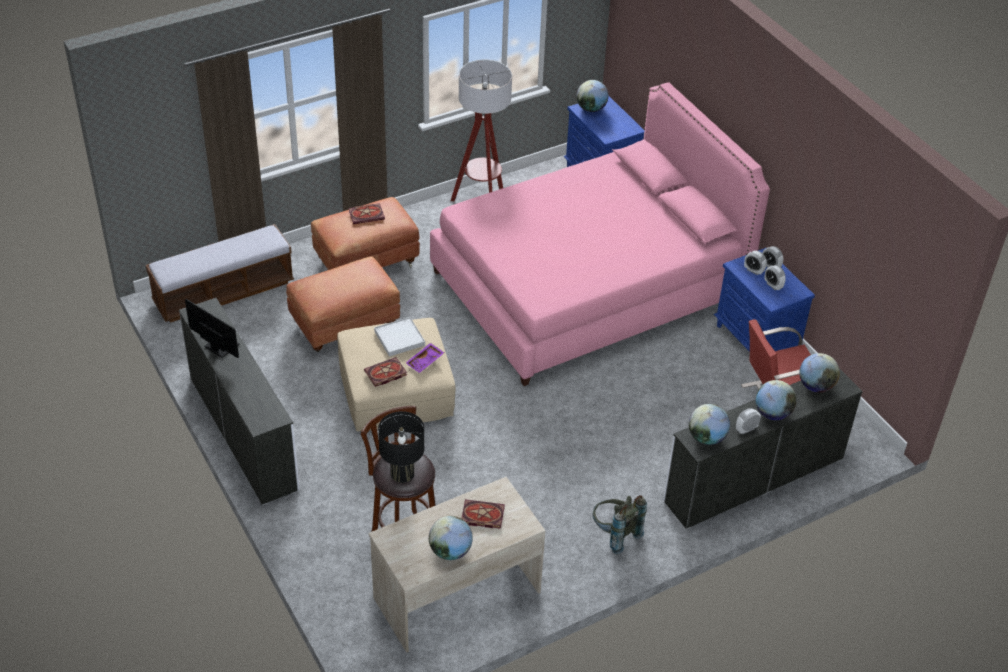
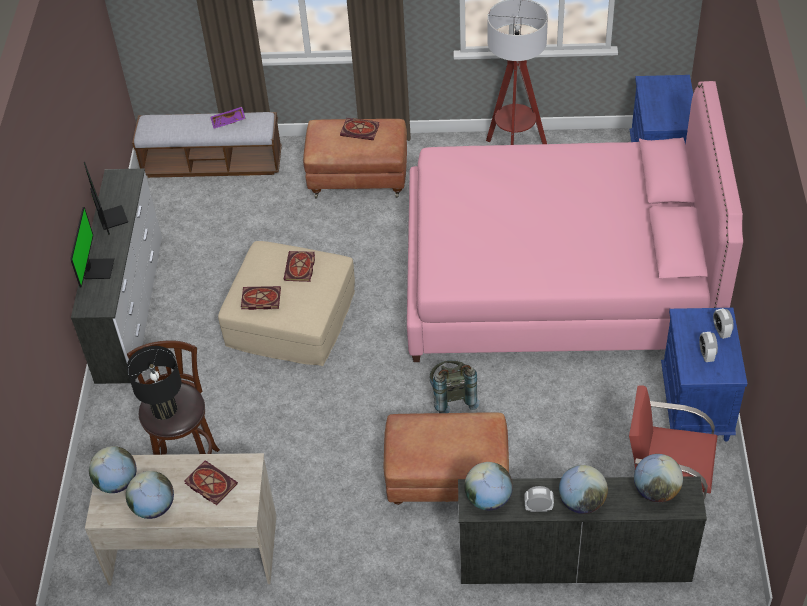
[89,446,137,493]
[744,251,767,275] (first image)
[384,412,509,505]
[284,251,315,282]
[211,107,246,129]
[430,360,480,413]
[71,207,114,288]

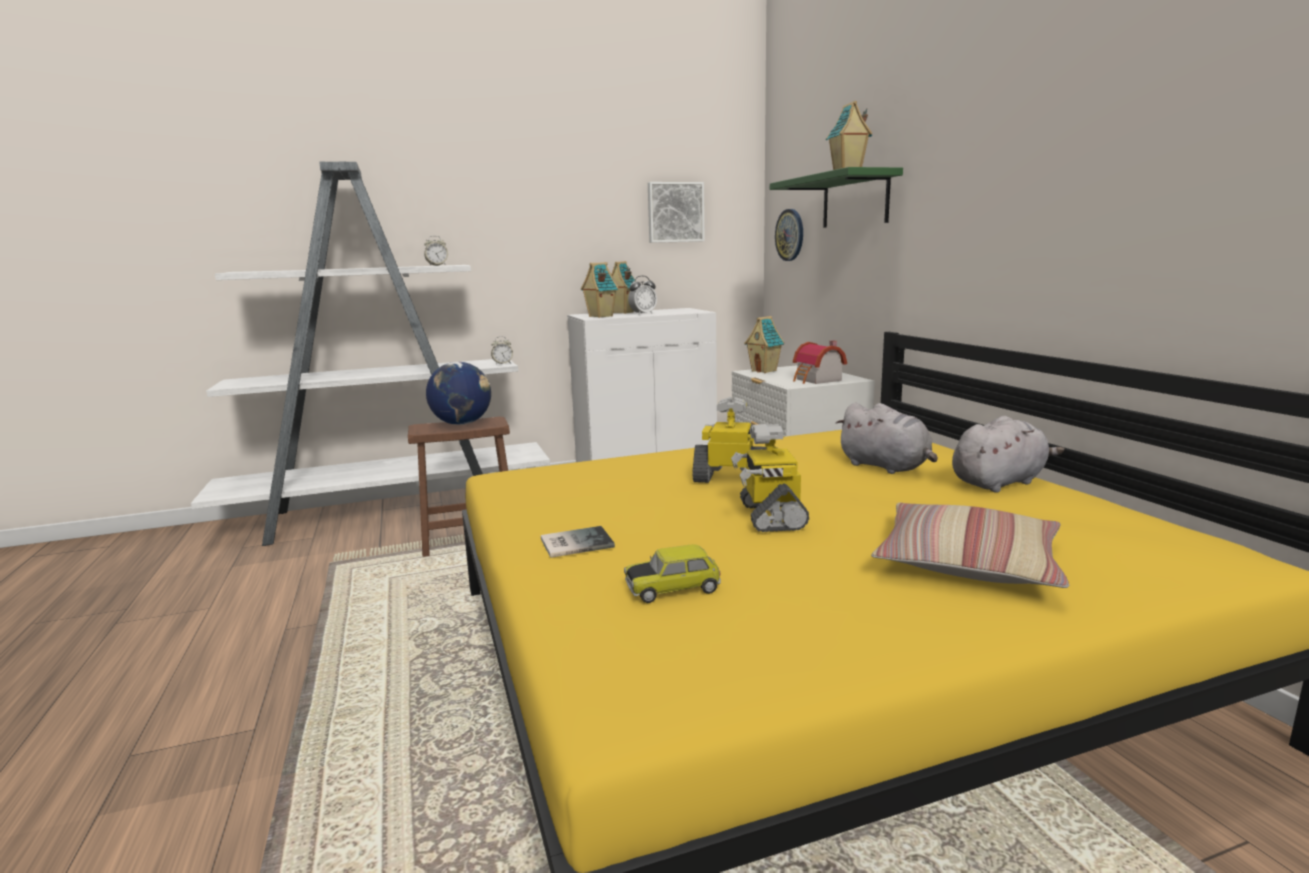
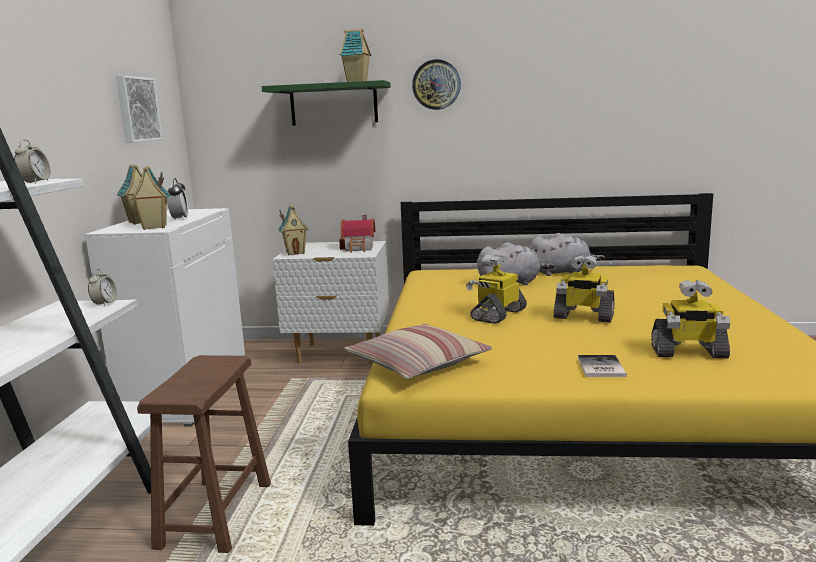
[412,59,461,110]
[426,362,491,425] (first image)
[529,233,605,276]
[344,324,492,379]
[651,280,730,358]

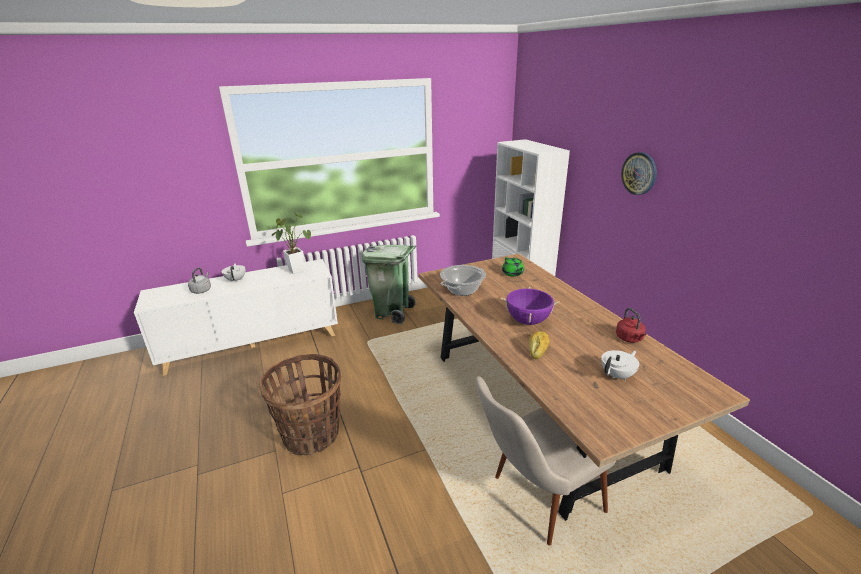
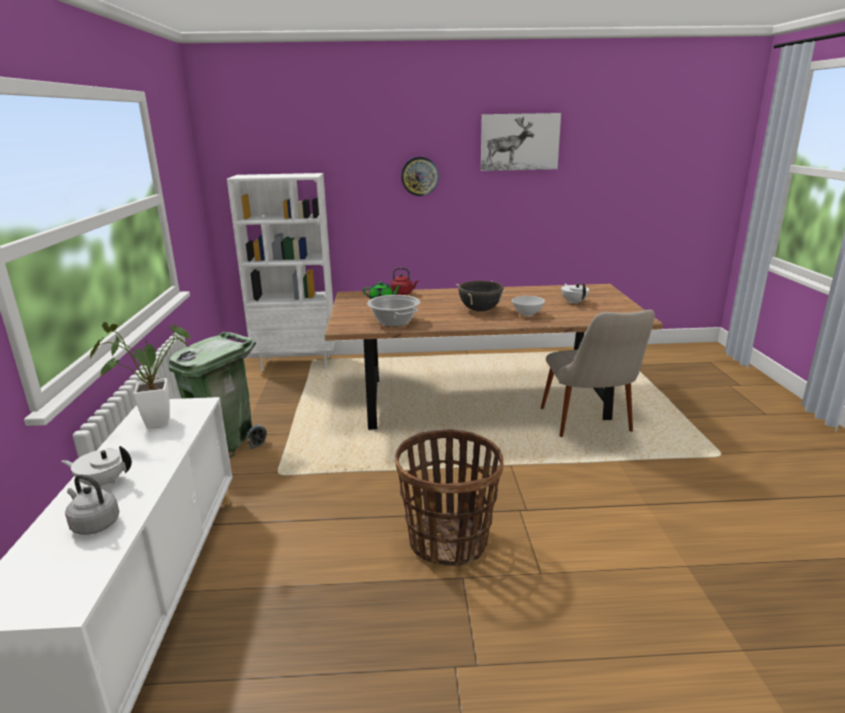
[456,281,507,312]
[391,268,419,295]
[512,296,545,316]
[481,113,561,171]

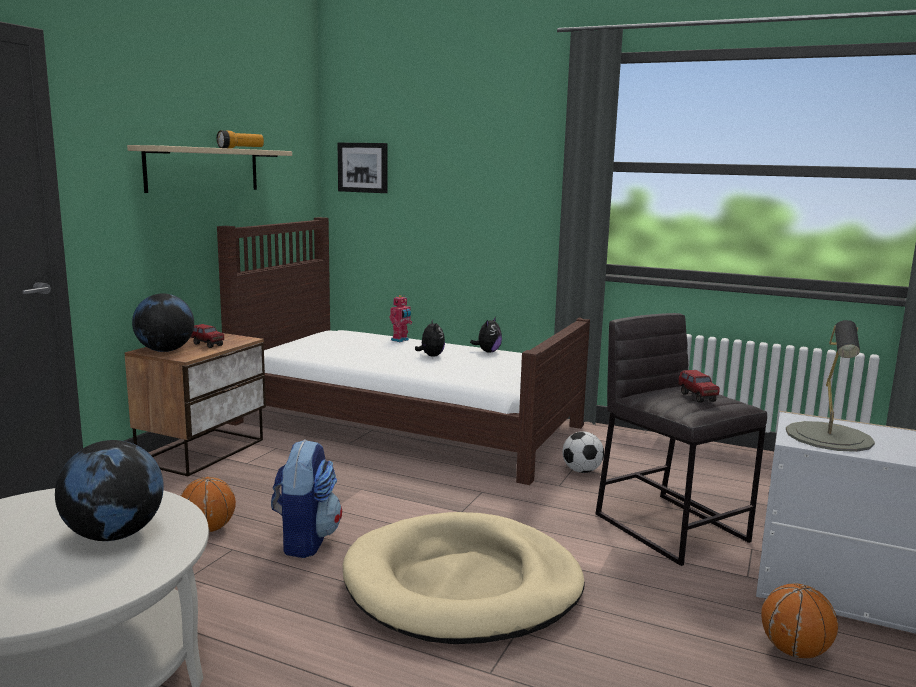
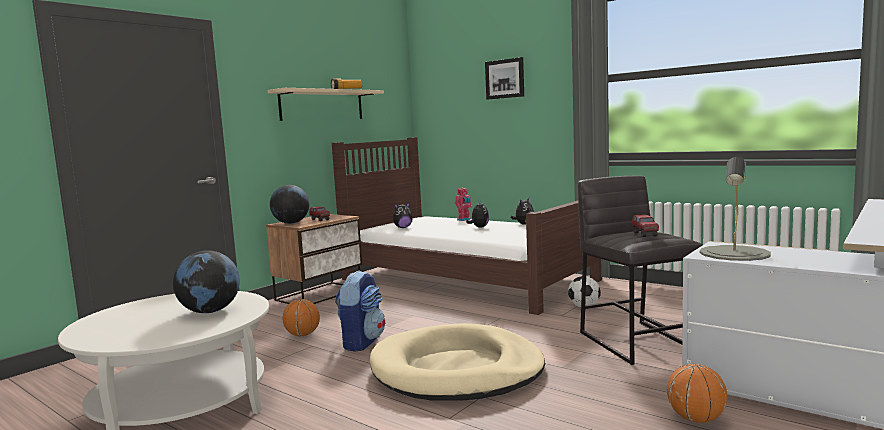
[485,57,524,100]
[393,203,413,228]

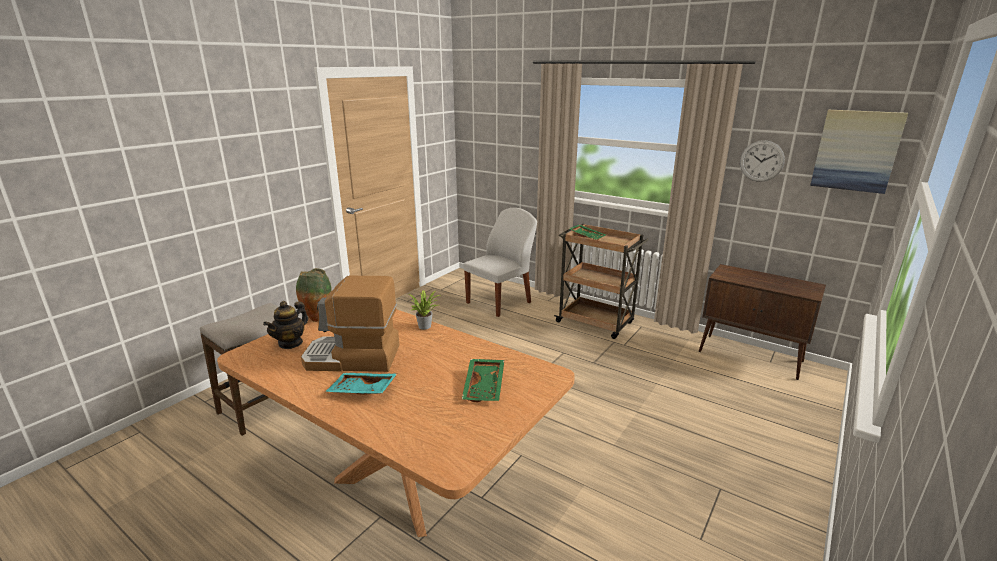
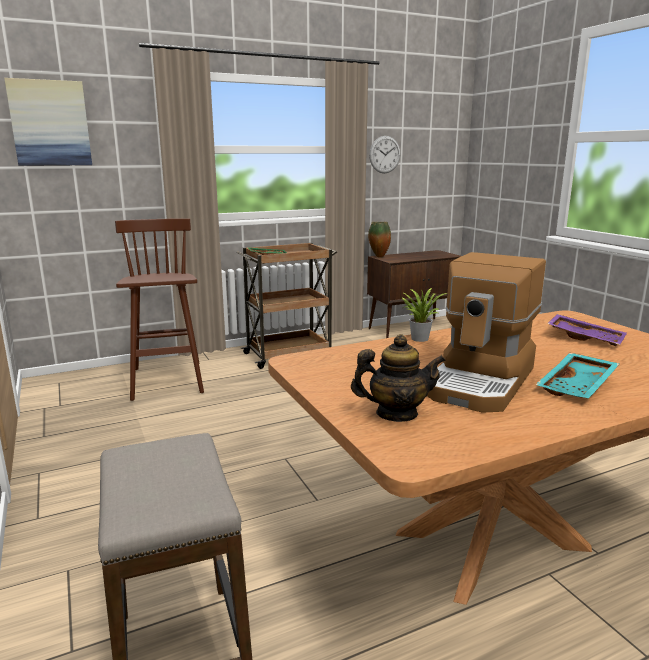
[4,78,92,166]
[115,218,204,401]
[368,222,391,258]
[351,334,446,422]
[547,314,627,346]

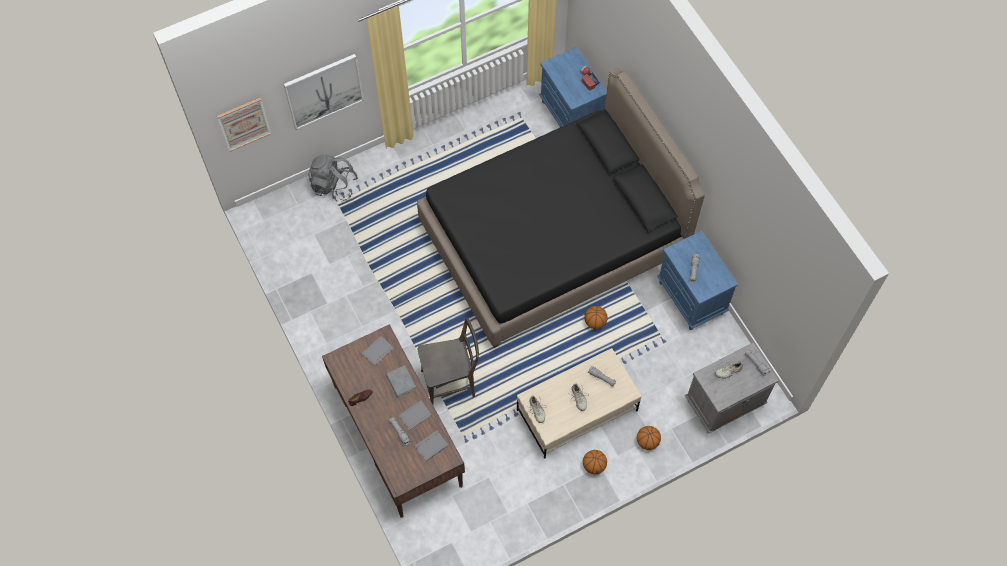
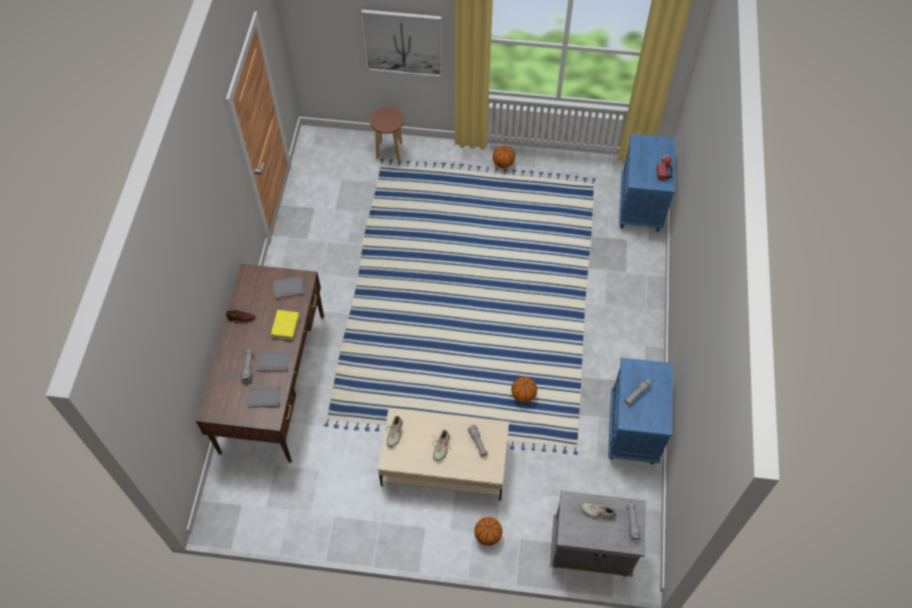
[417,68,705,348] (first image)
[217,98,271,152] (first image)
[370,107,404,160]
[417,318,479,404] (first image)
[270,310,300,340]
[493,146,515,168]

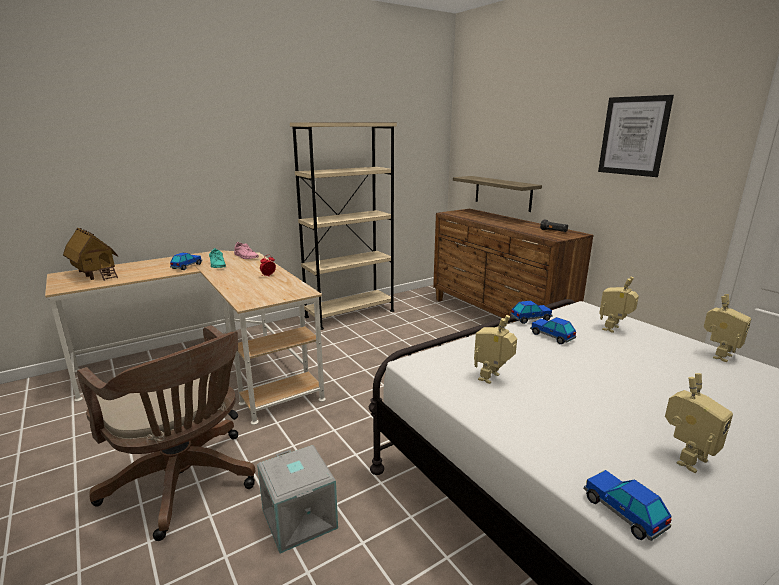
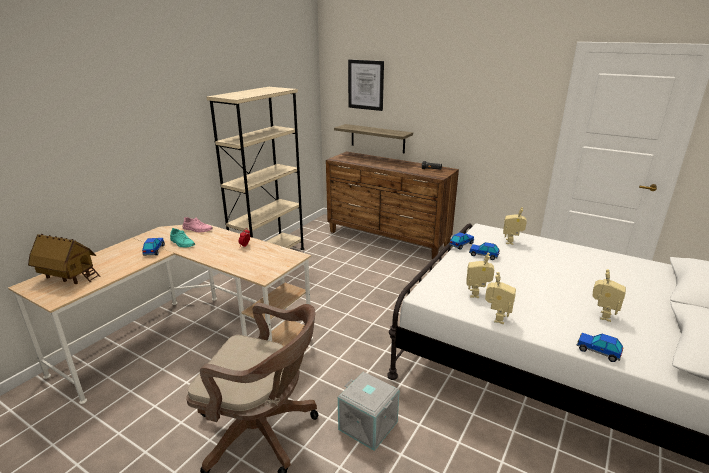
[348,60,384,111]
[485,272,516,324]

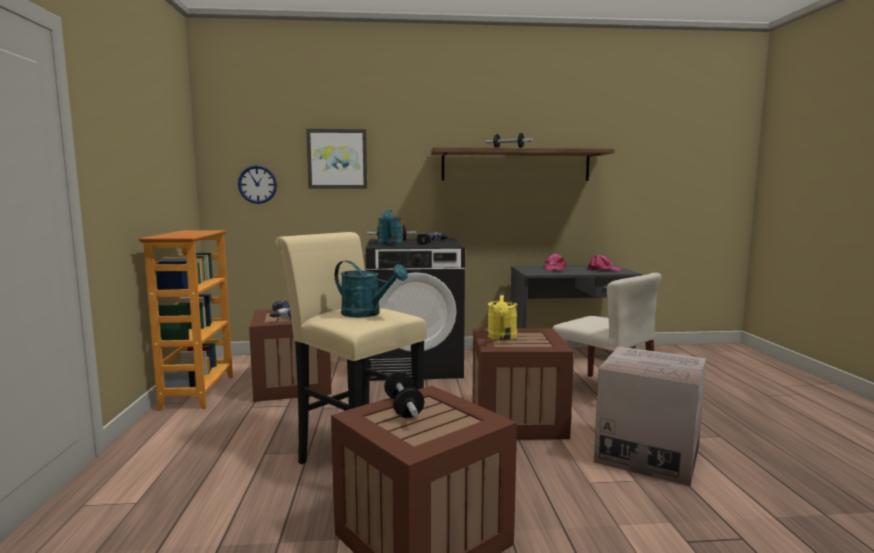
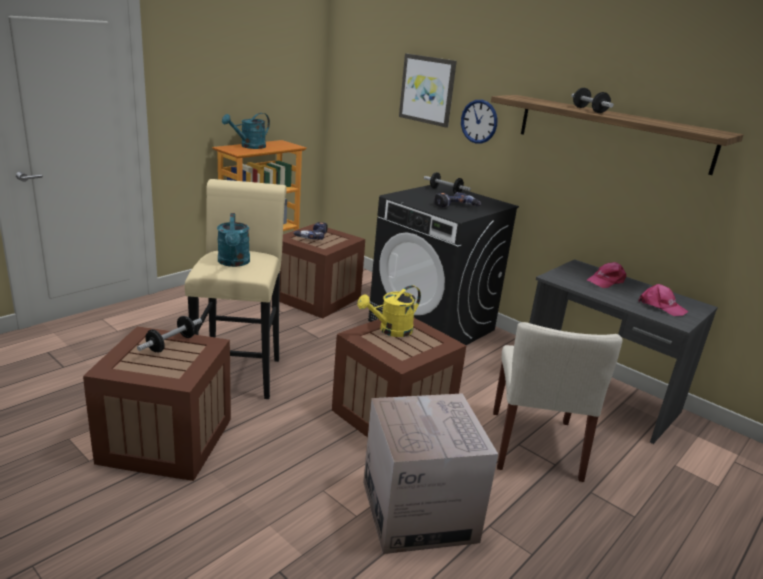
[461,100,498,144]
[222,113,270,149]

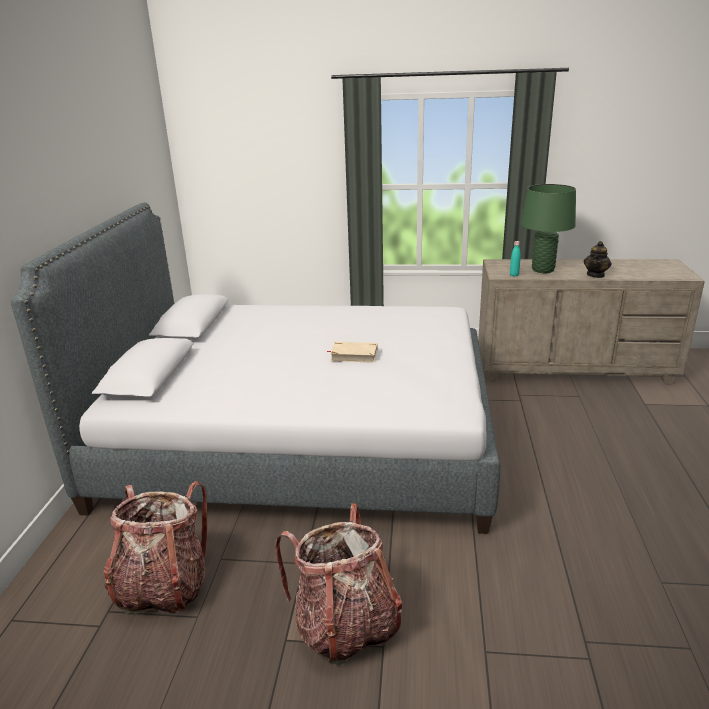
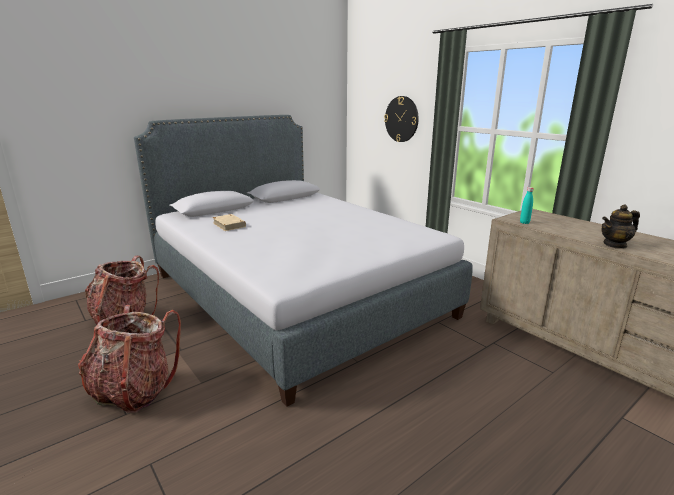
[521,184,576,273] (first image)
[212,214,246,231]
[384,96,419,142]

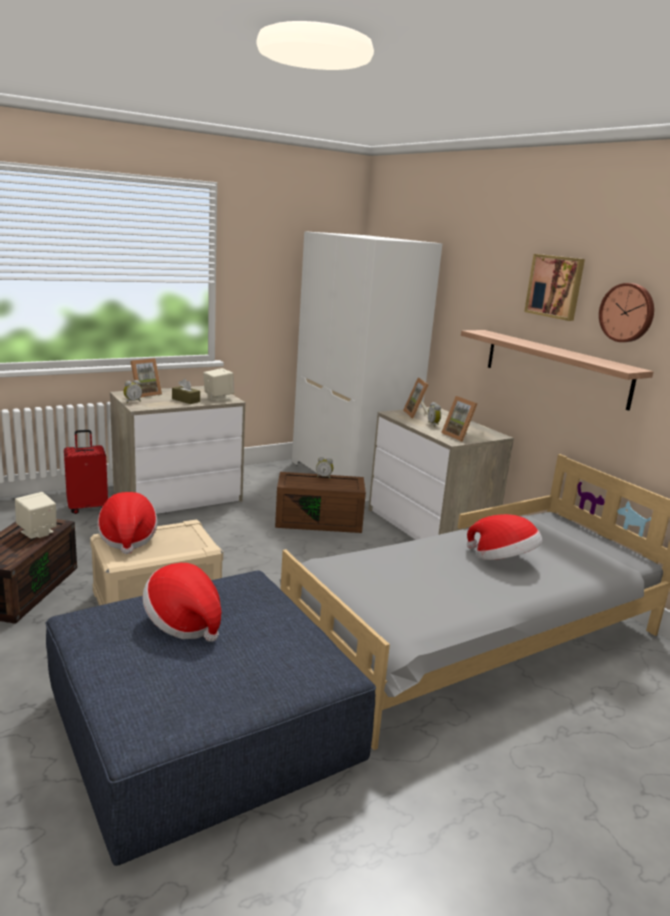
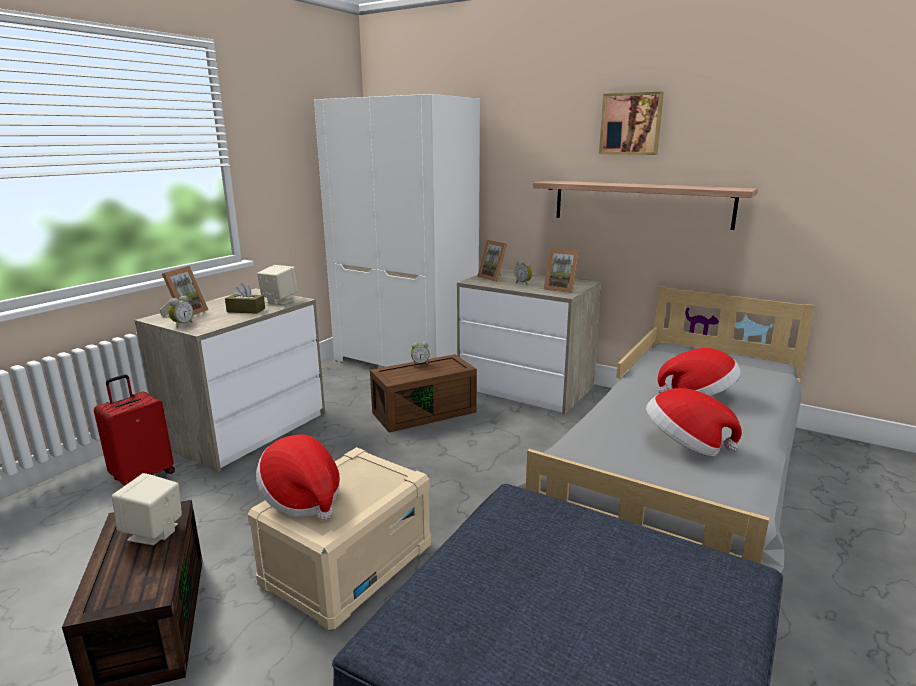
[599,283,654,342] (first image)
[646,388,742,456]

